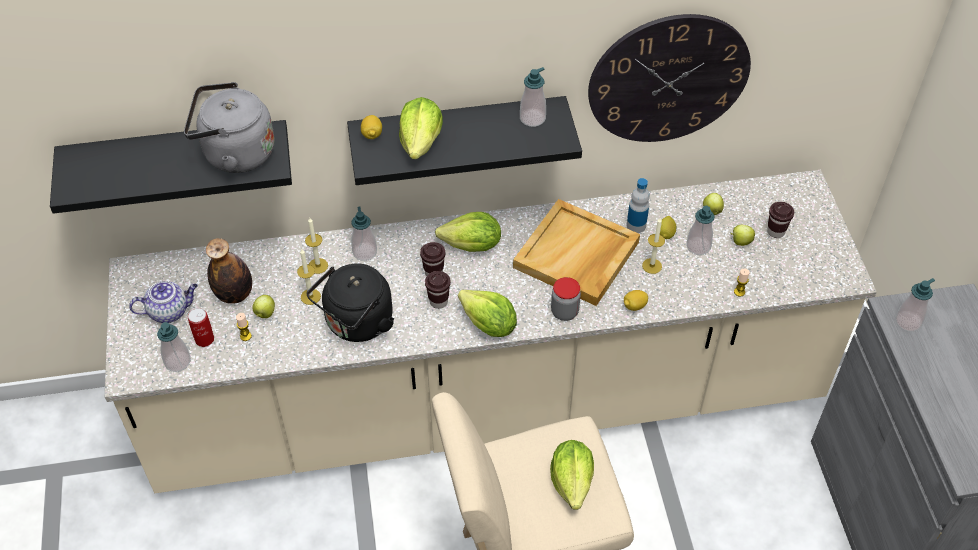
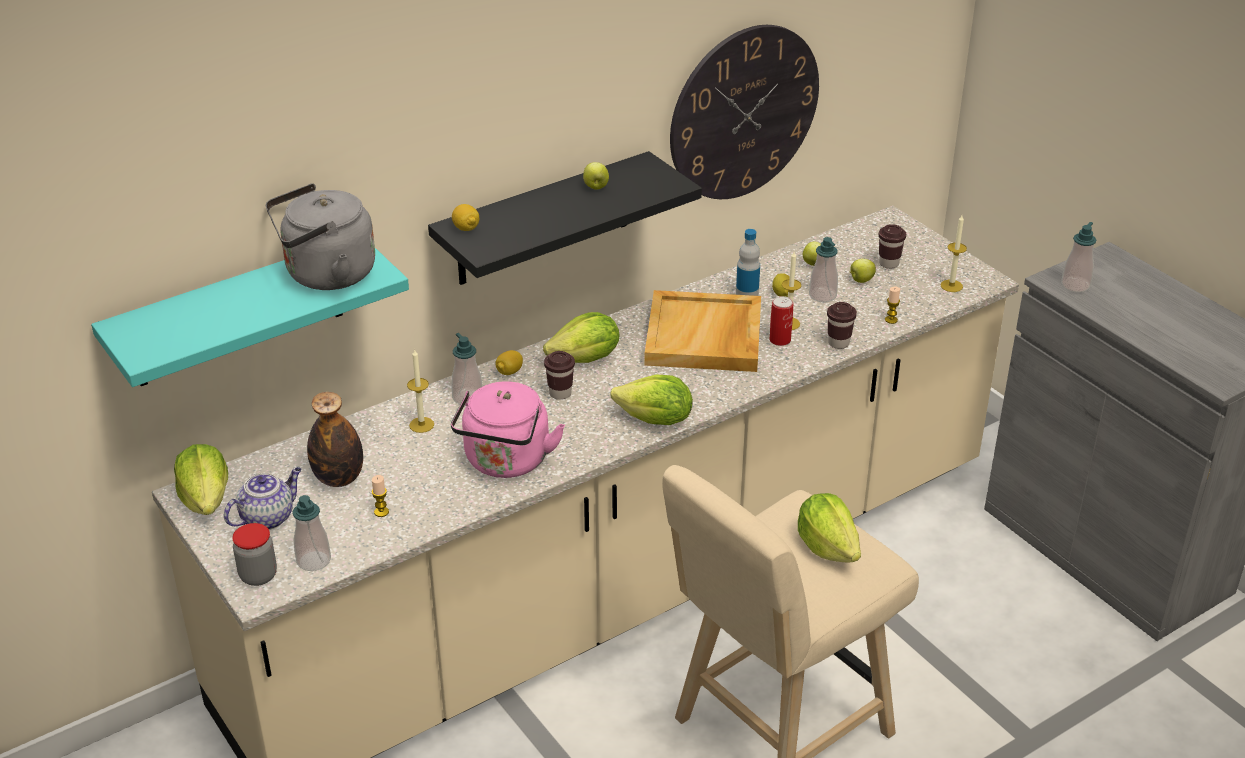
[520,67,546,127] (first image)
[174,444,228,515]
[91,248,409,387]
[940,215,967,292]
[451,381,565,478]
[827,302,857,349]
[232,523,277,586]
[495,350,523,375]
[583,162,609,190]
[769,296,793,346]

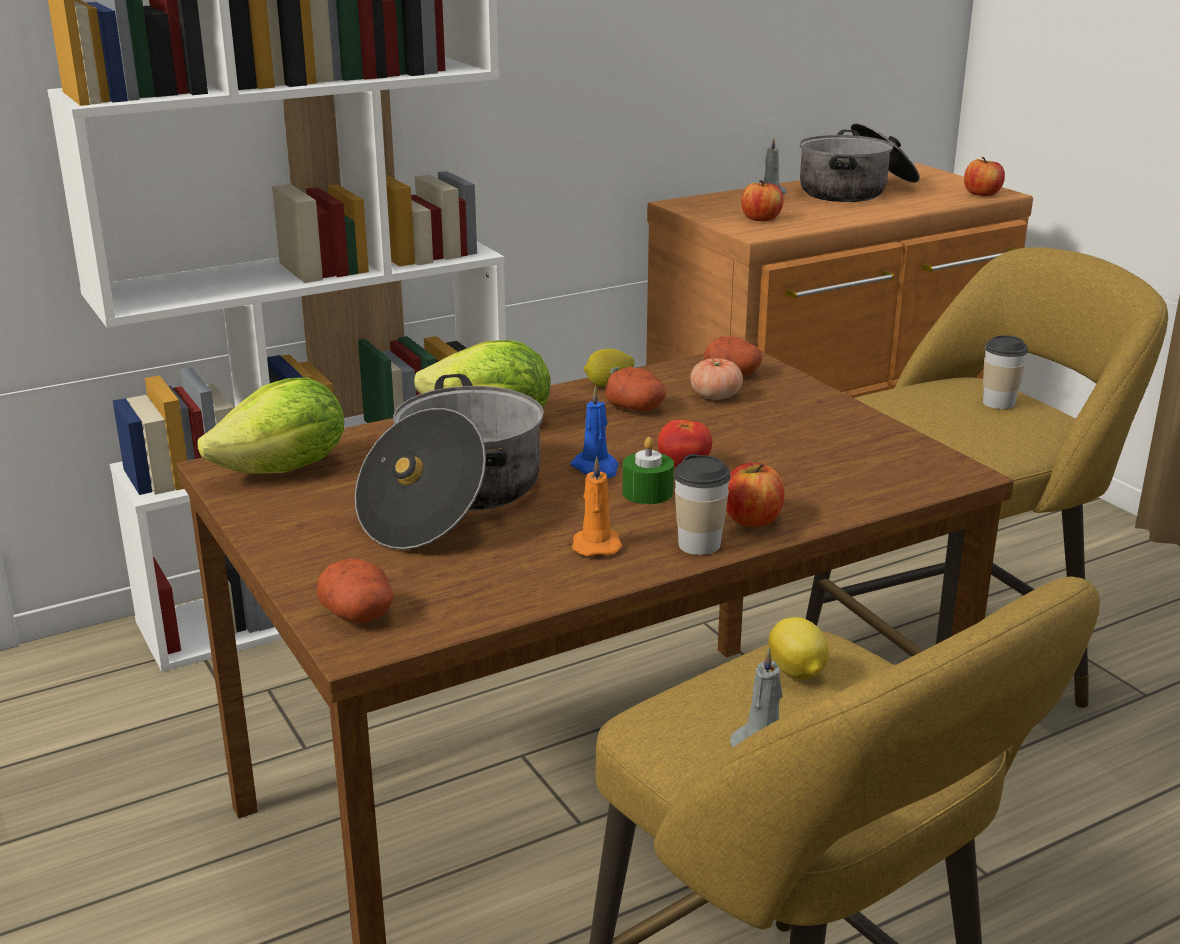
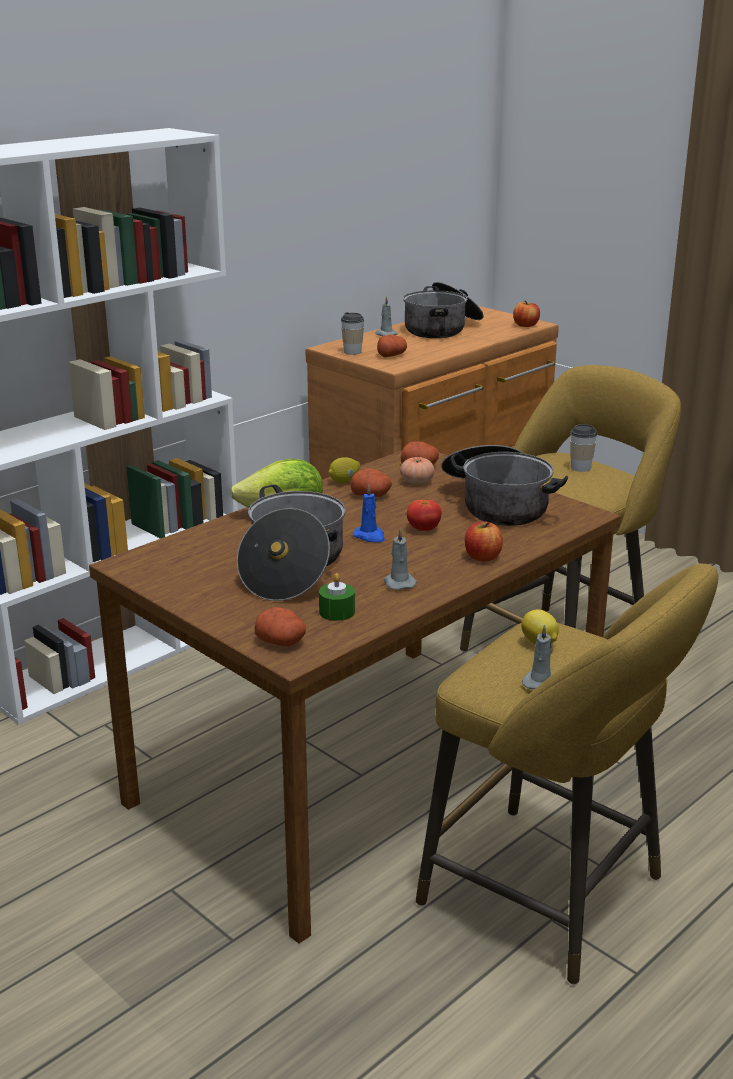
[377,334,407,357]
[197,378,344,474] (first image)
[319,573,355,621]
[341,312,364,355]
[384,528,417,590]
[441,445,568,526]

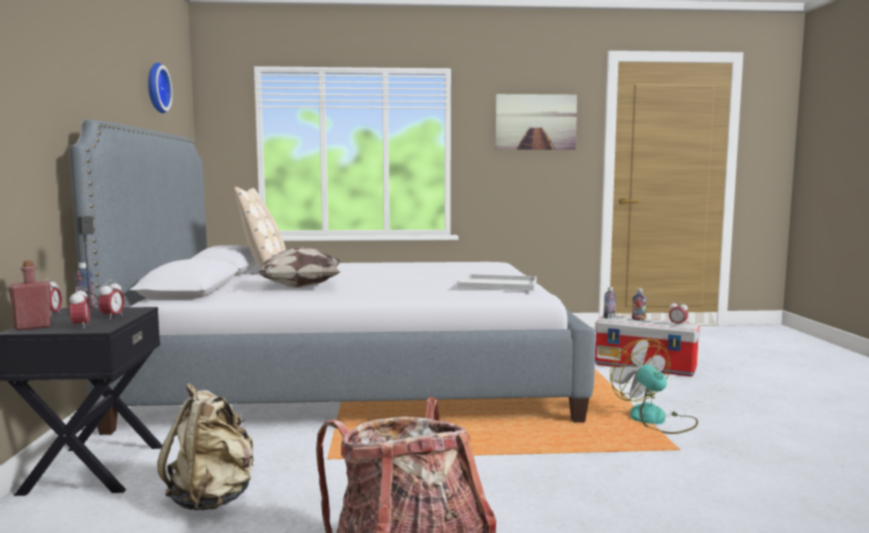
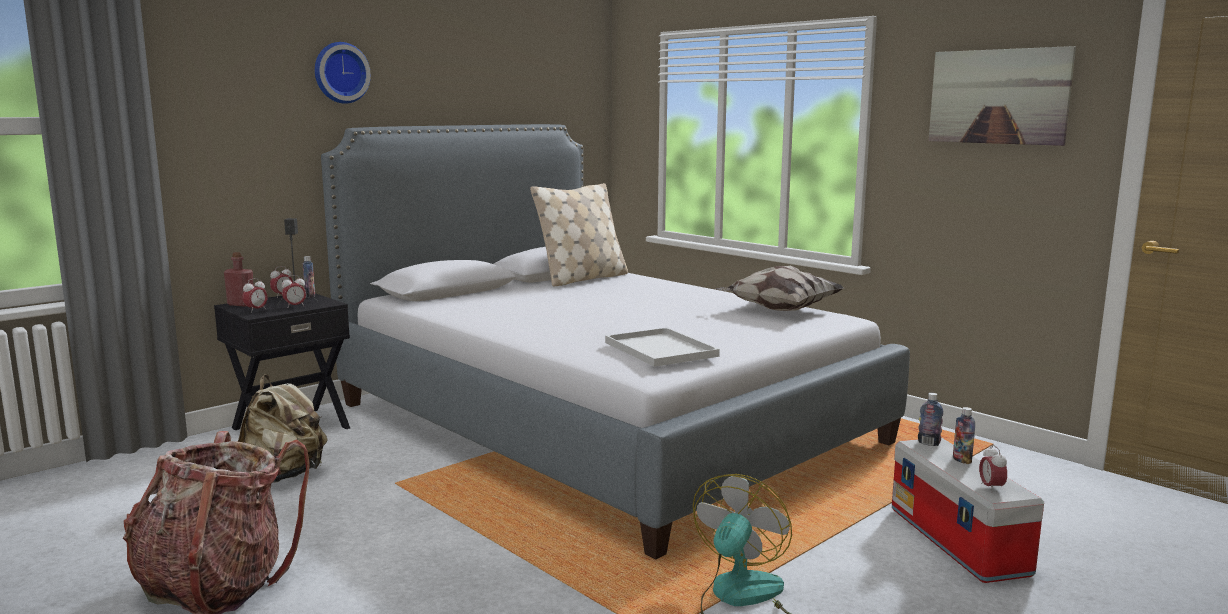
[315,42,371,104]
[716,266,843,311]

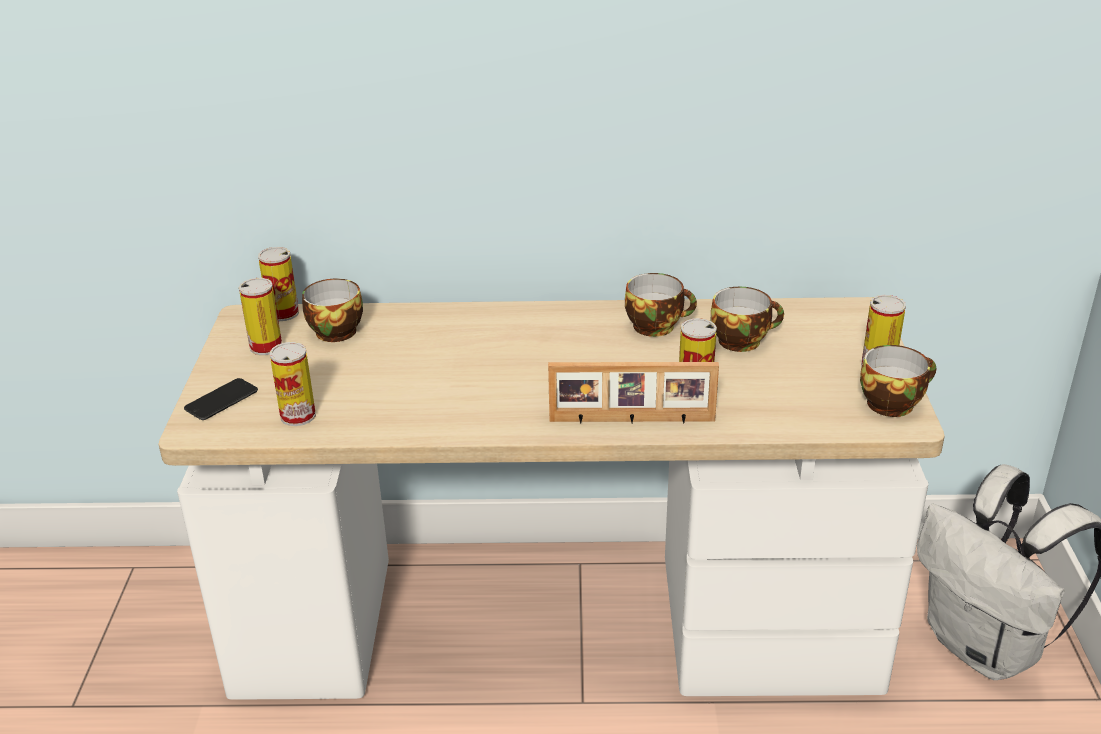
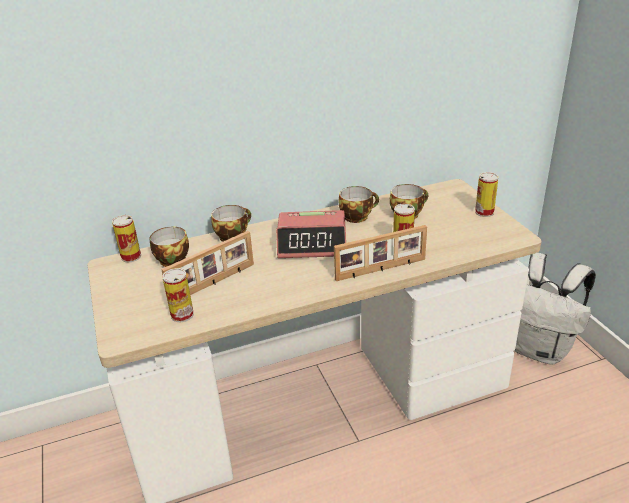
[239,278,282,355] (first image)
[211,205,251,242]
[184,378,258,420] (first image)
[276,210,346,258]
[161,231,254,295]

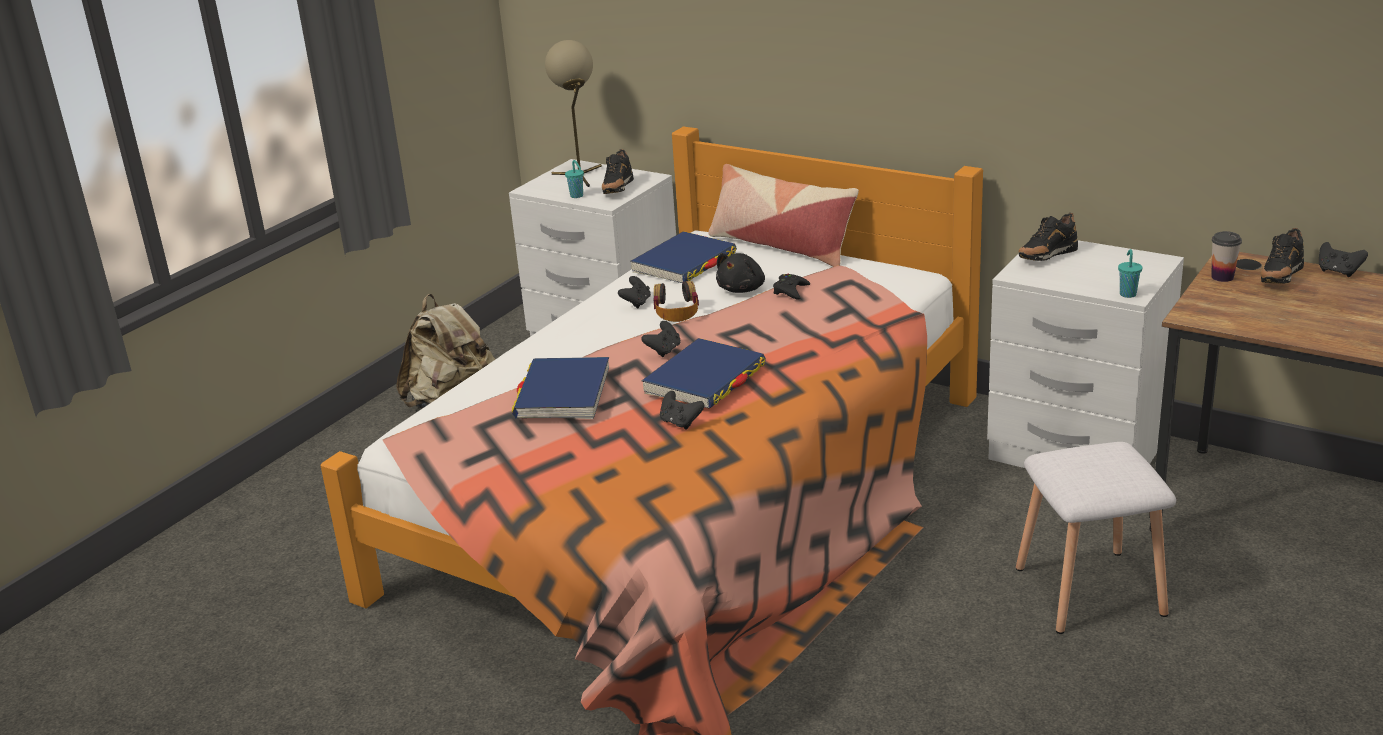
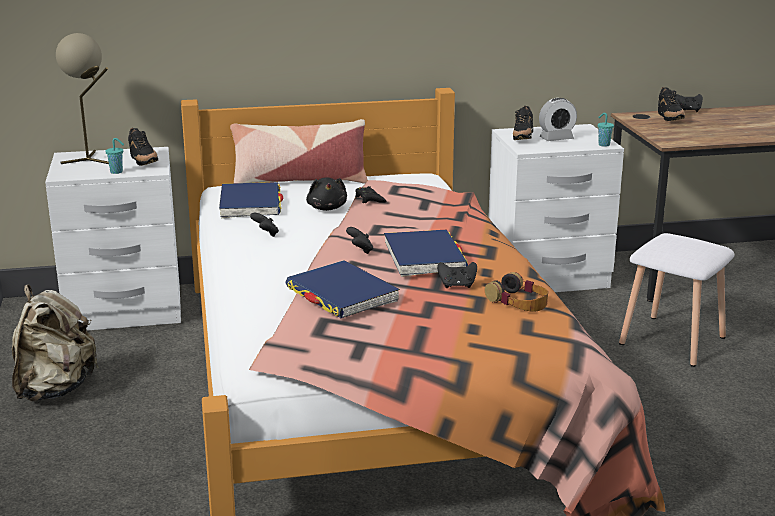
[1211,231,1242,282] (first image)
[485,272,548,311]
[539,98,577,141]

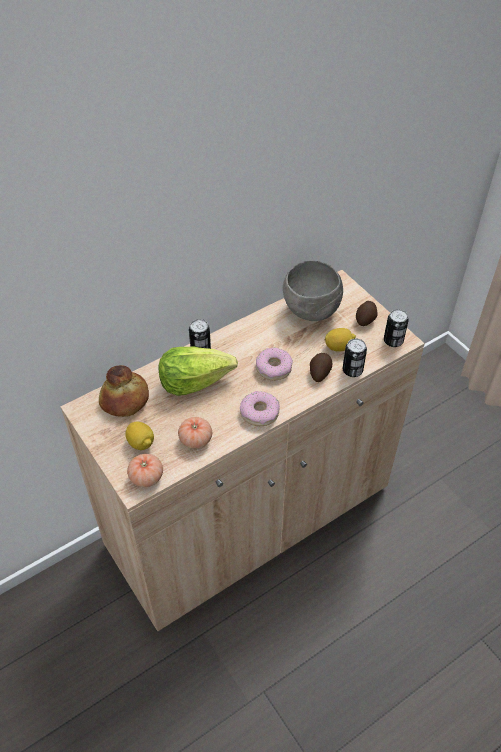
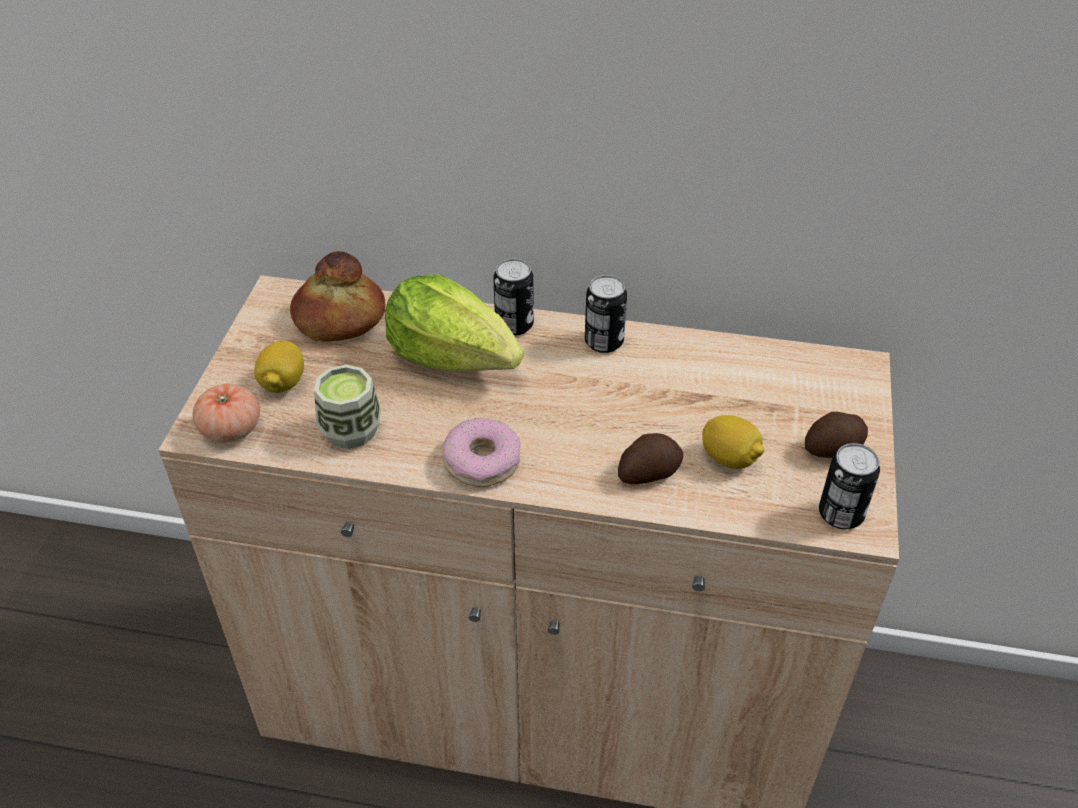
[283,261,343,321] (first image)
[585,275,627,353]
[256,348,293,381] (first image)
[314,364,381,449]

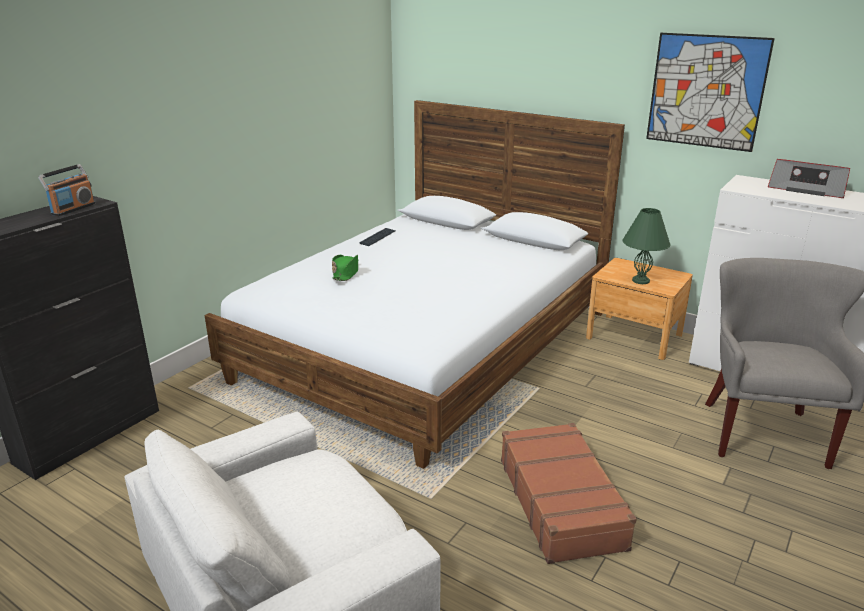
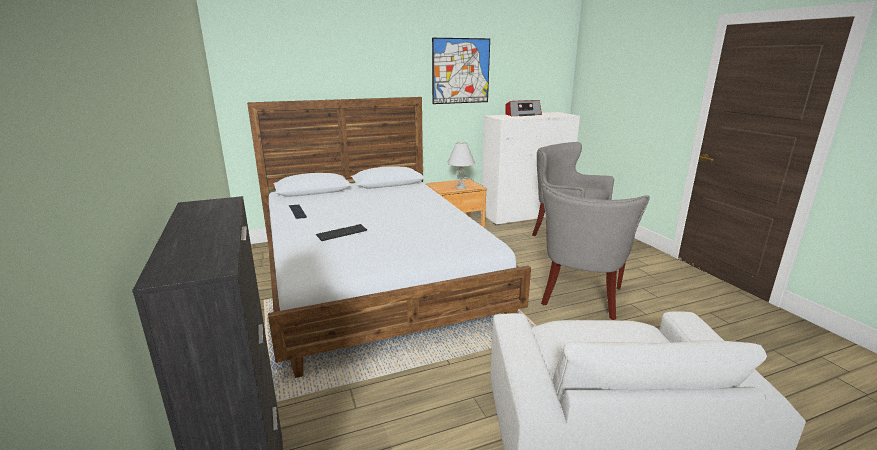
[38,164,95,216] (first image)
[447,142,475,189]
[316,224,367,241]
[541,184,650,320]

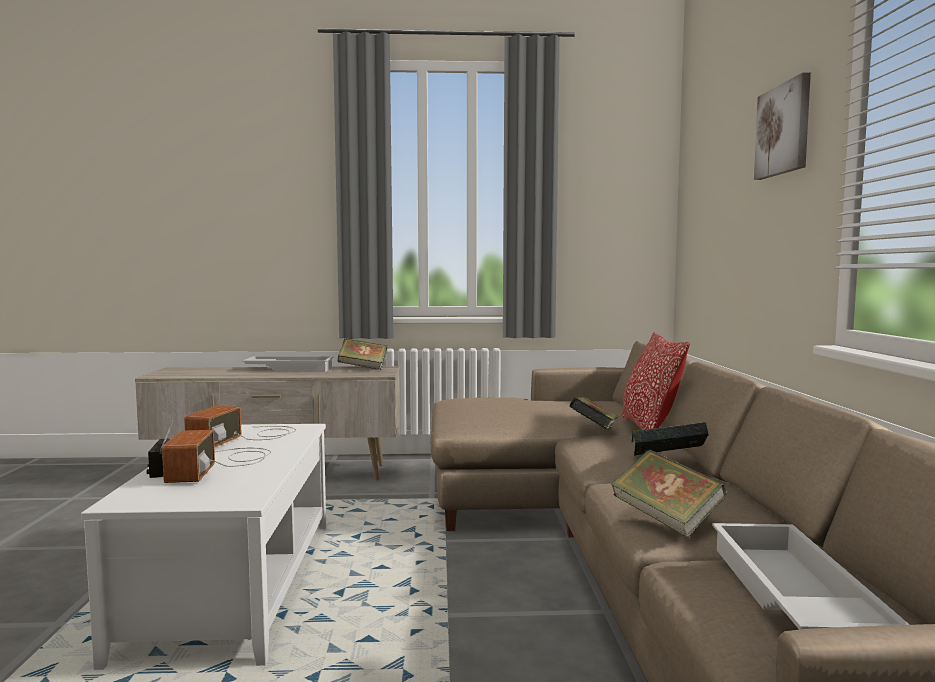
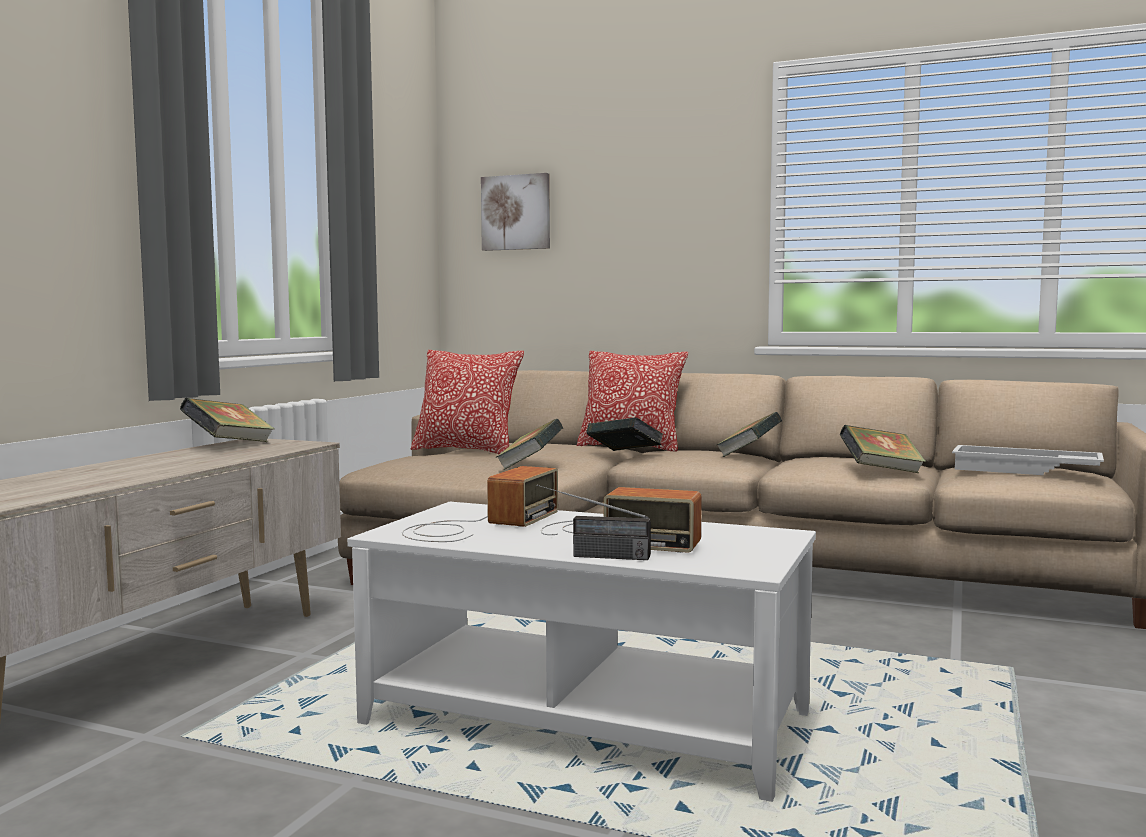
[481,173,550,251]
[242,356,334,372] (first image)
[402,466,558,542]
[411,350,524,454]
[496,419,563,470]

